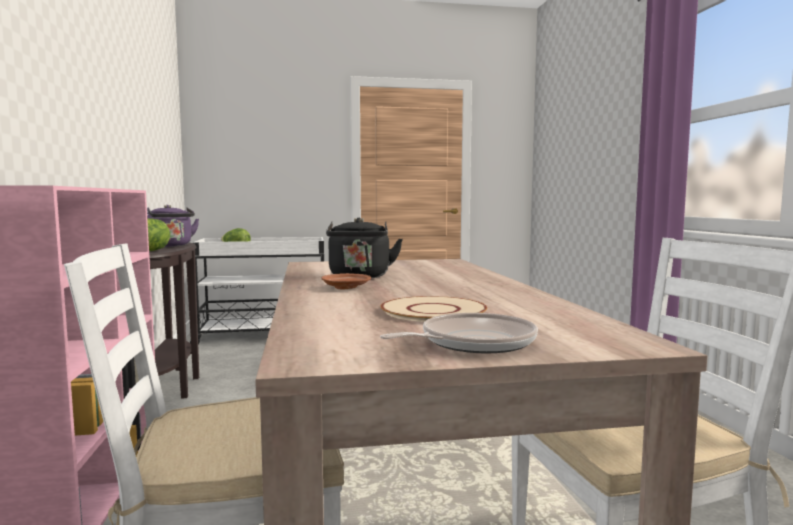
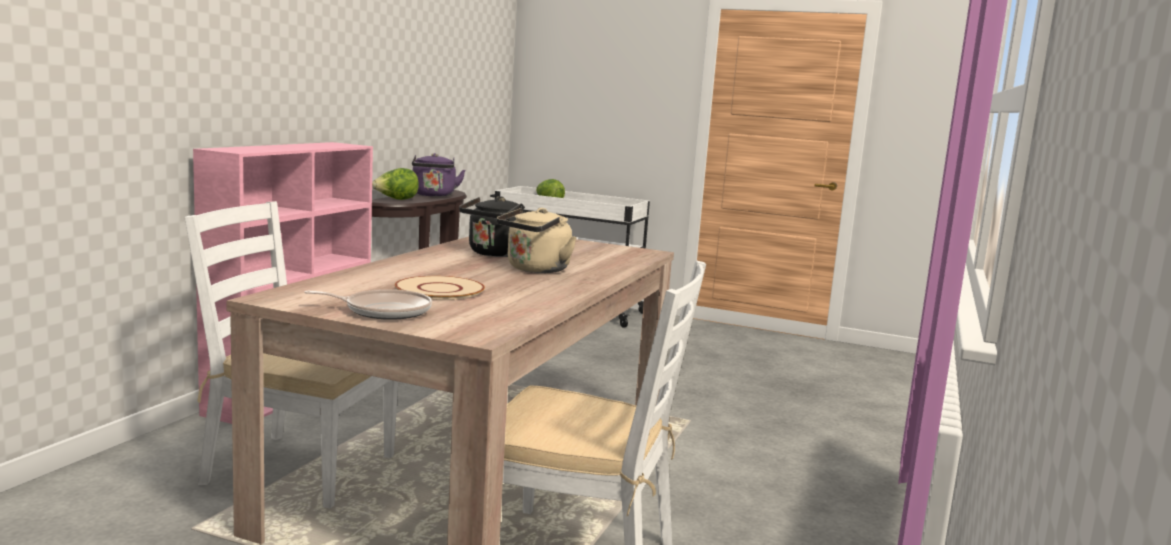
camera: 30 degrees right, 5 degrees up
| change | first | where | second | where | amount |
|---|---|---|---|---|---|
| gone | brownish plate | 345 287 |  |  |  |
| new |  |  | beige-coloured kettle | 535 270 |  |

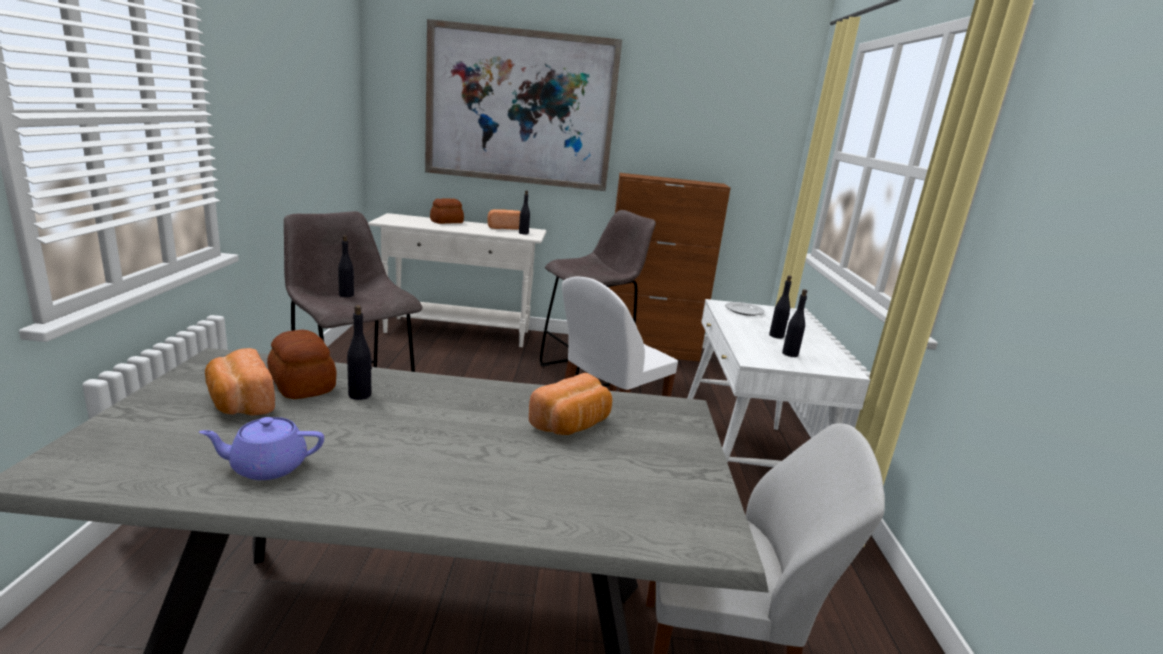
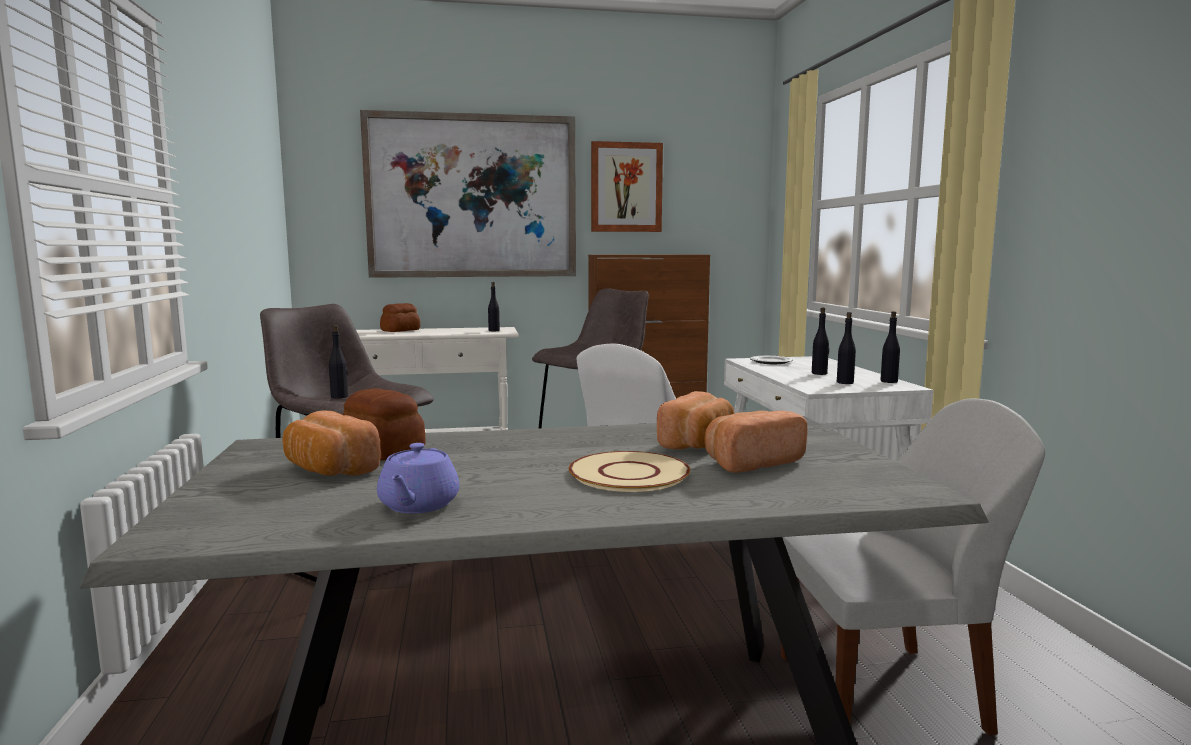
camera: 10 degrees left, 10 degrees down
| change | first | where | second | where | amount |
|---|---|---|---|---|---|
| new |  |  | beige-coloured plate | 629 473 |  |
| new |  |  | wall picture | 626 187 |  |
| shifted | black drink bottle | 360 395 |  | 889 381 |  |
| shifted | bakery bread | 504 227 |  | 750 462 |  |
| rotated | purplish tea pot | 267 467 |  | 418 505 | 60 degrees counterclockwise |

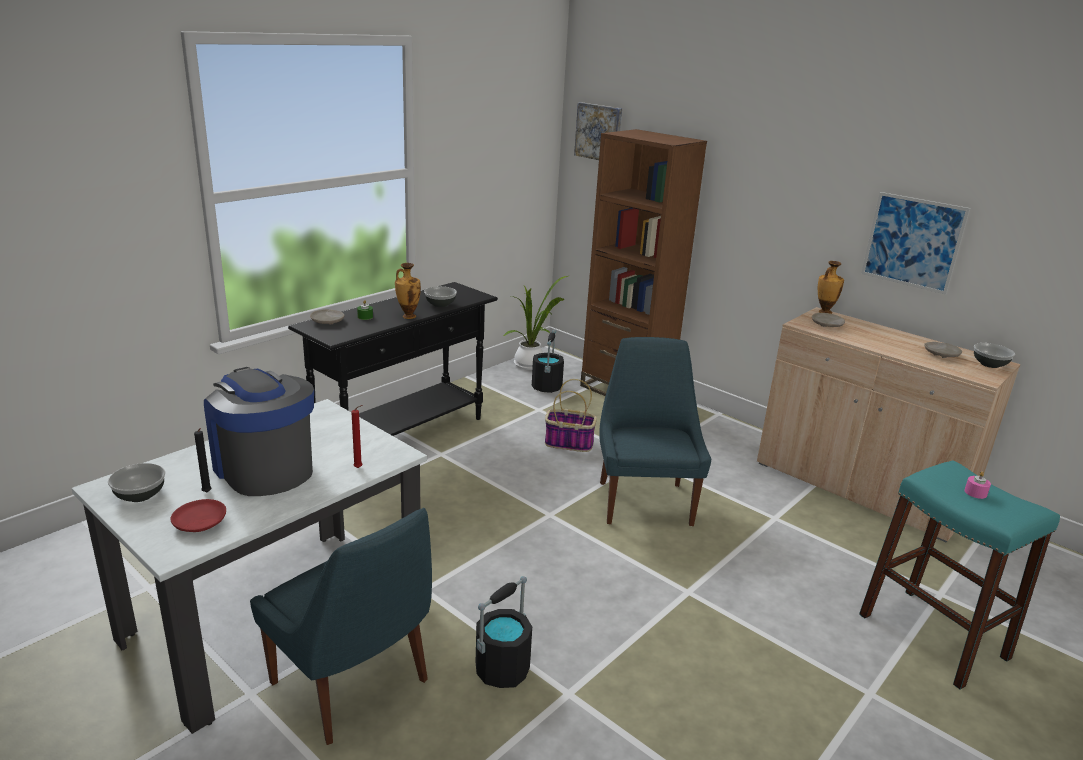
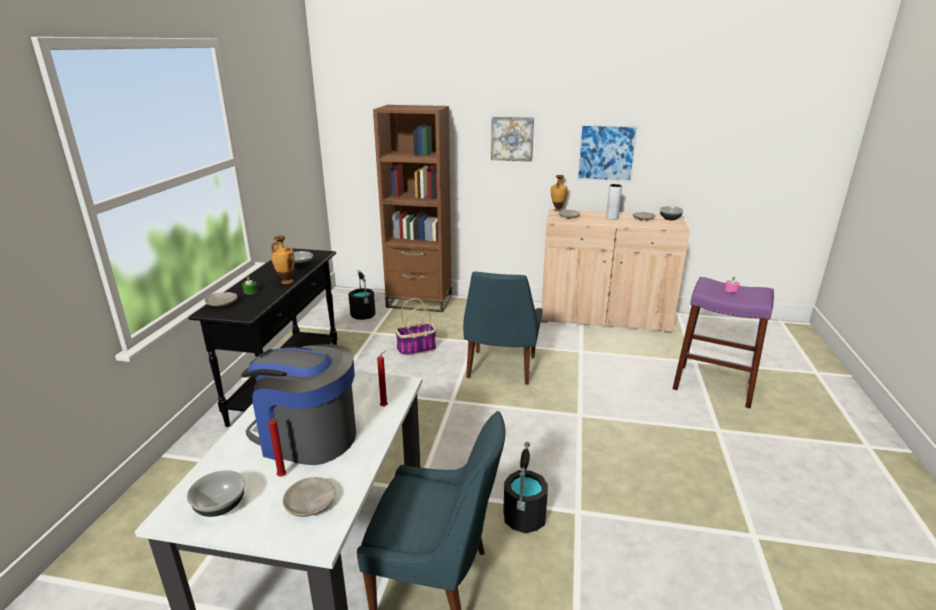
camera: 30 degrees left, 0 degrees up
| change | first | where | second | where | amount |
|---|---|---|---|---|---|
| gone | potted plant | 531 365 |  |  |  |
| new |  |  | grey decorative vase | 612 218 |  |
| shifted | wall picture | 599 132 |  | 512 138 |  |
| repainted | reddish plate | 199 523 | beige-coloured plate | 310 504 |  |
| repainted | black wax candle | 207 493 | reddish wax candle | 283 476 |  |
| repainted | turquoise stool | 933 636 | purplish stool | 713 385 |  |
| rotated | bluish upright chair | 644 501 |  | 500 369 | 135 degrees counterclockwise |

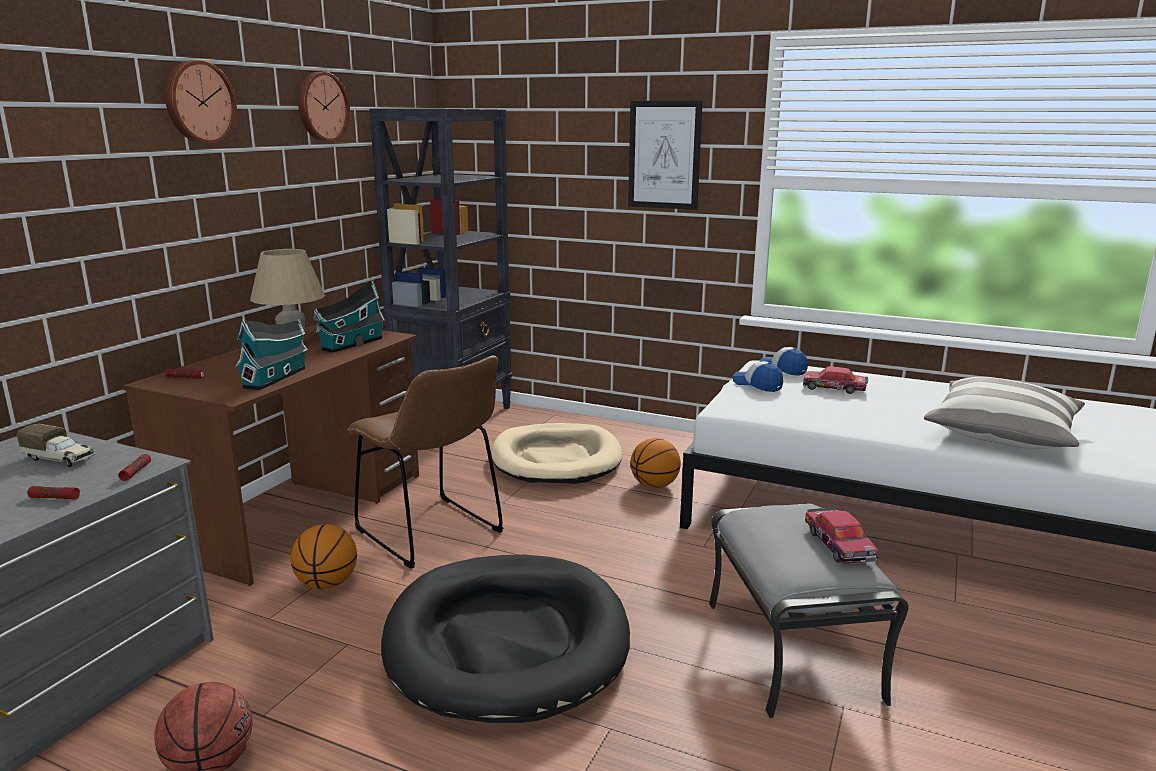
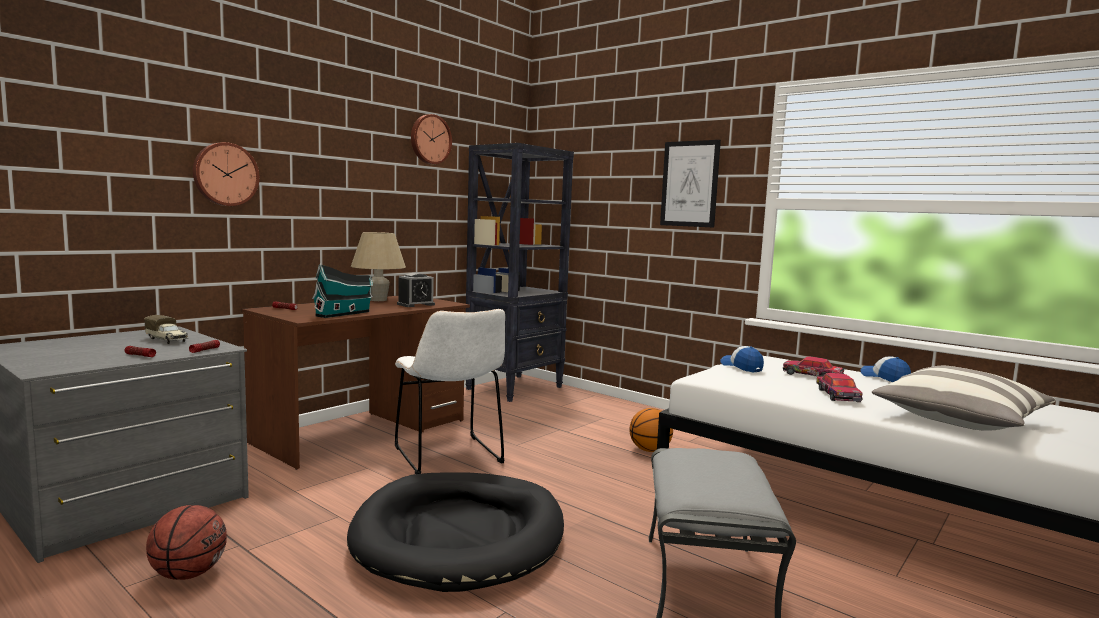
camera: 15 degrees right, 10 degrees down
| change | first | where | second | where | amount |
|---|---|---|---|---|---|
| gone | basketball ball | 327 584 |  |  |  |
| gone | beige-coloured pet bed | 556 459 |  |  |  |
| shifted | clock on the wall | 198 102 |  | 225 174 |  |
| shifted | cap | 783 369 |  | 885 378 |  |
| shifted | model car | 839 544 |  | 838 395 |  |
| swapped | miniature house | 350 344 | bedside clock | 416 304 |  |
| repainted | brownish upright chair | 433 534 | white upright chair | 449 457 |  |

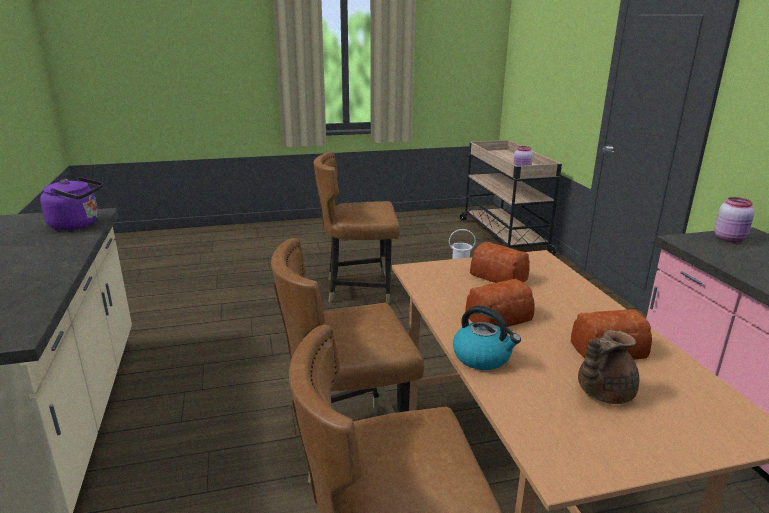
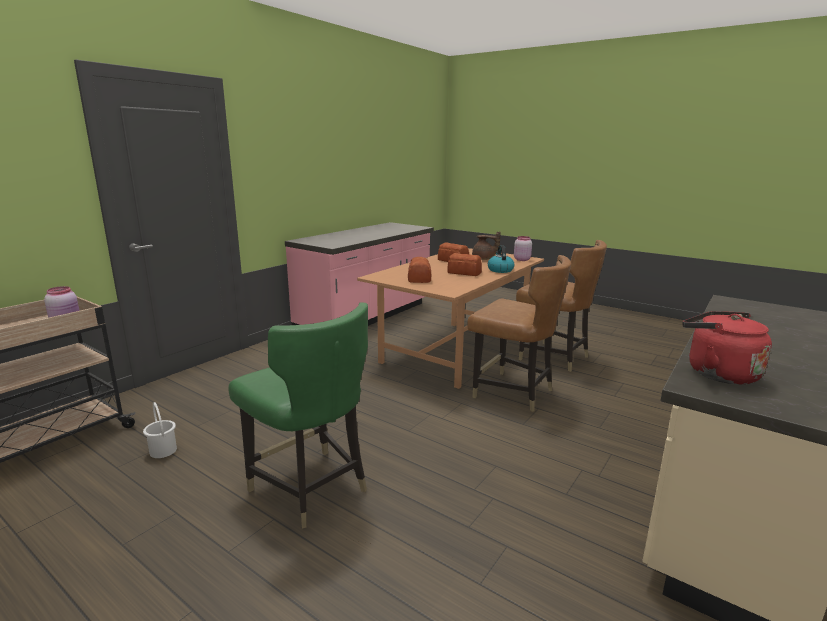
camera: 130 degrees left, 5 degrees down
| change | first | where | second | where | amount |
|---|---|---|---|---|---|
| shifted | pink storage jar | 730 239 |  | 521 259 |  |
| repainted | purplish kettle | 78 224 | reddish kettle | 717 373 |  |
| repainted | brownish upright chair | 358 289 | greenish upright chair | 310 488 |  |

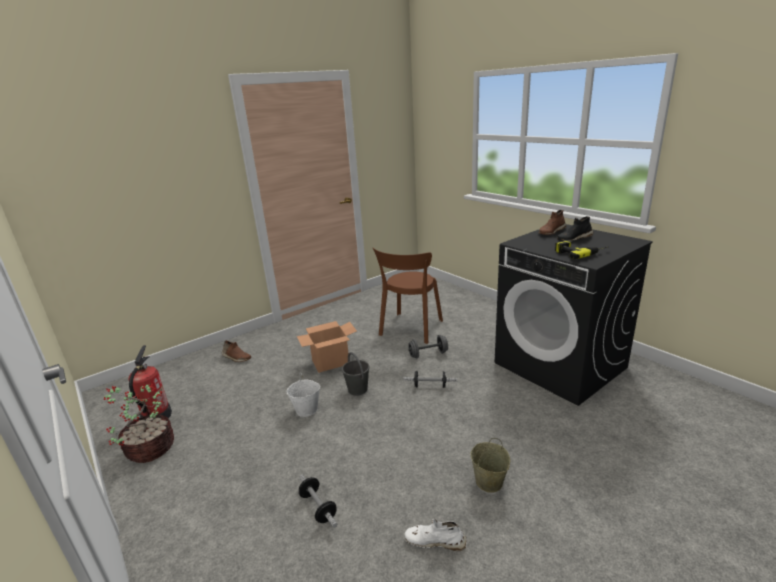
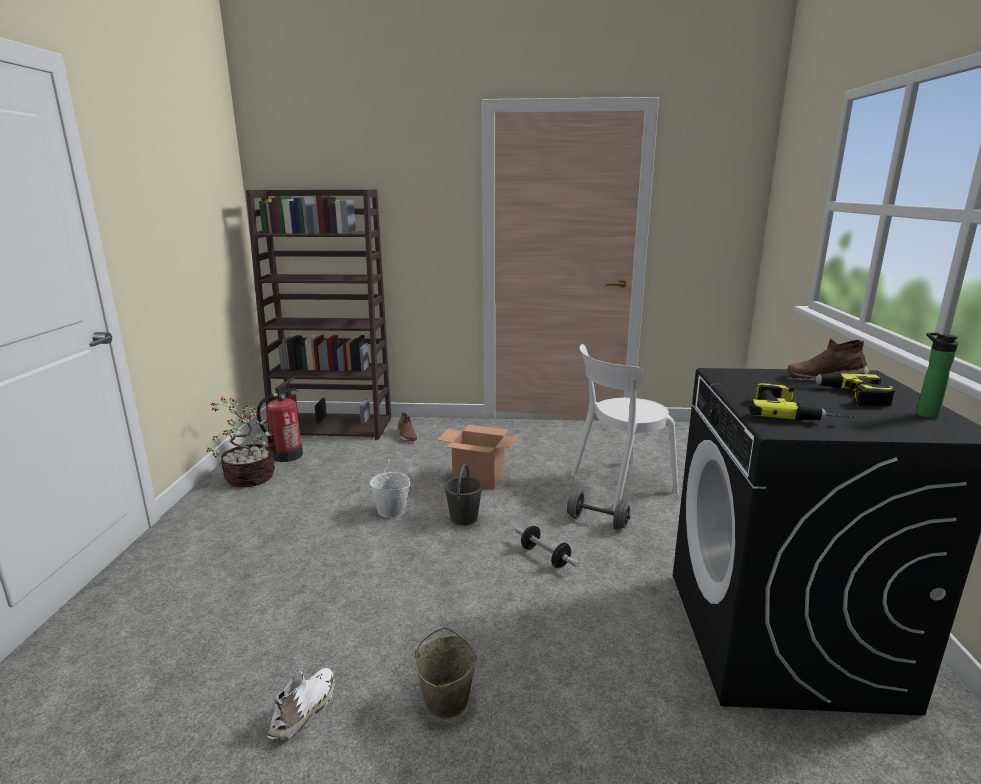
camera: 40 degrees right, 5 degrees down
| change | first | where | second | where | amount |
|---|---|---|---|---|---|
| gone | free weight | 318 507 |  |  |  |
| new |  |  | brownish bookshelf | 334 426 |  |
| new |  |  | drink bottle | 924 413 |  |
| swapped | black low shoe | 573 238 | drill | 840 395 |  |
| repainted | brownish upright chair | 410 329 | white upright chair | 618 484 |  |
| rotated | white low shoe | 435 540 |  | 305 710 | 60 degrees clockwise |

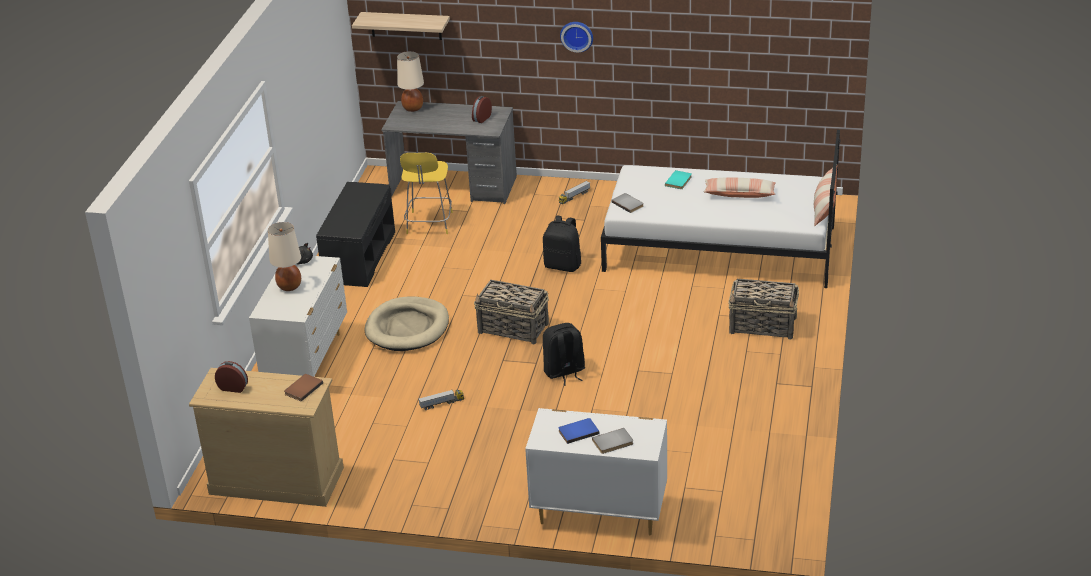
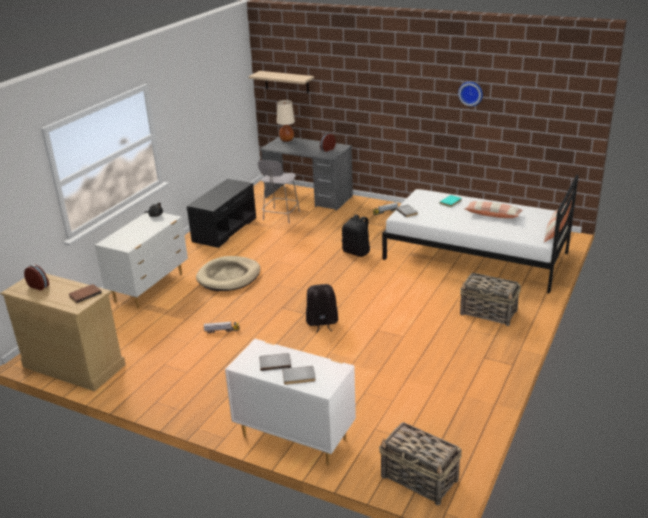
camera: 15 degrees right, 5 degrees down
| change | first | where | second | where | amount |
|---|---|---|---|---|---|
| gone | beige-coloured lamp for a table | 289 287 |  |  |  |
| shifted | basket | 514 328 |  | 420 479 |  |
| shifted | clock on the wall | 577 35 |  | 471 93 |  |
| repainted | yellow upright chair | 429 224 | grey upright chair | 280 216 |  |
| repainted | bluish bound book | 578 431 | grey bound book | 275 362 |  |

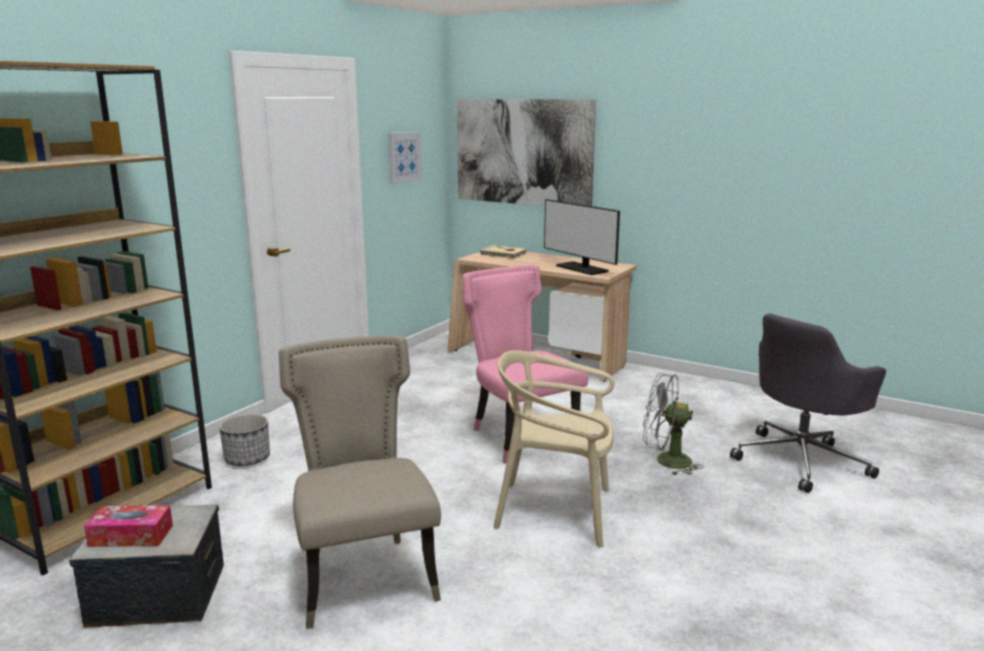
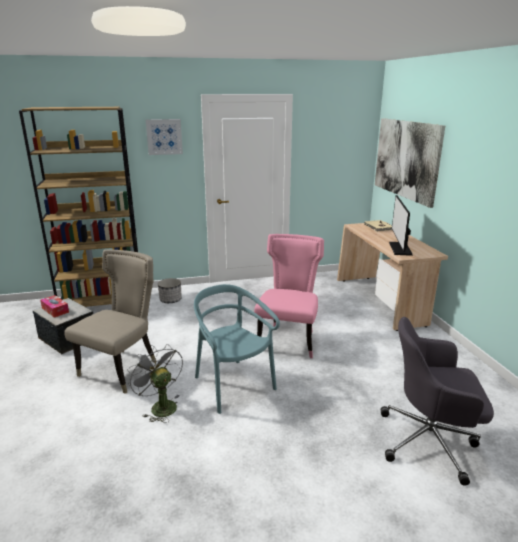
camera: 45 degrees right, 5 degrees up
| change | first | where | second | where | amount |
|---|---|---|---|---|---|
| shifted | wall picture | 404 157 |  | 164 137 |  |
| shifted | grey fan | 665 462 |  | 160 406 |  |
| repainted | beige-coloured upright chair | 555 511 | turquoise upright chair | 233 385 |  |

